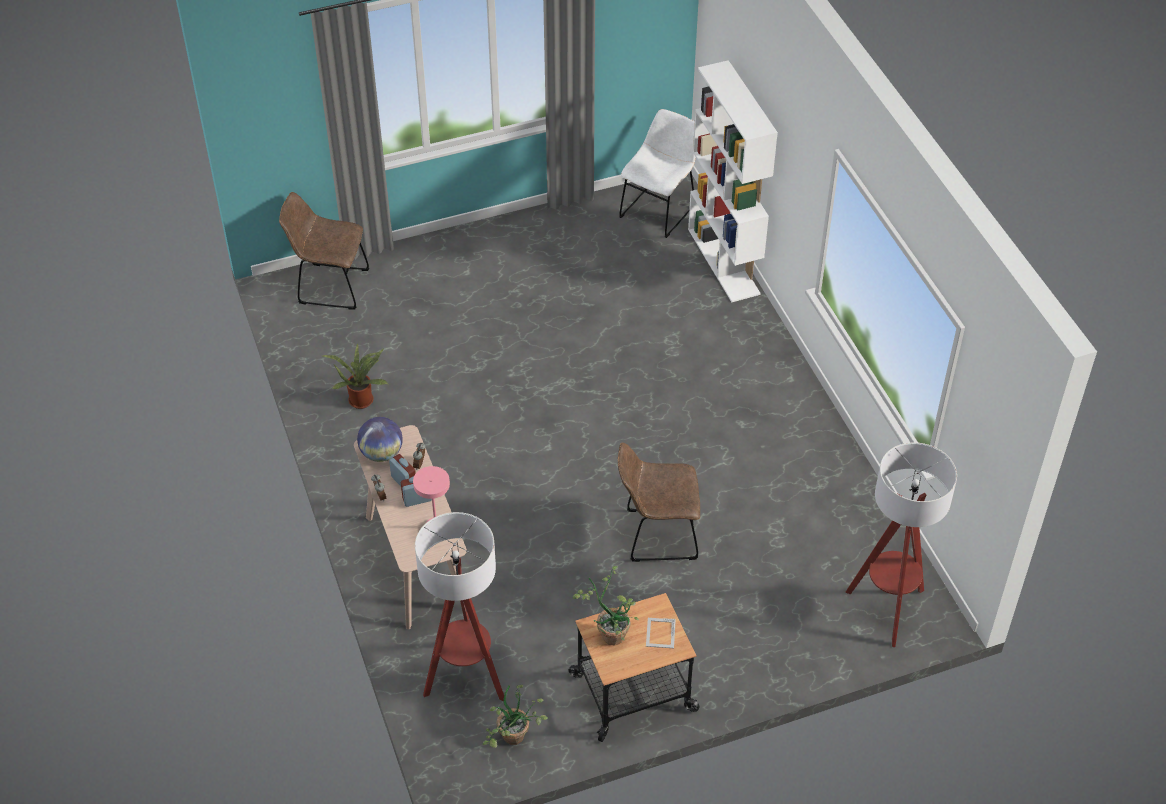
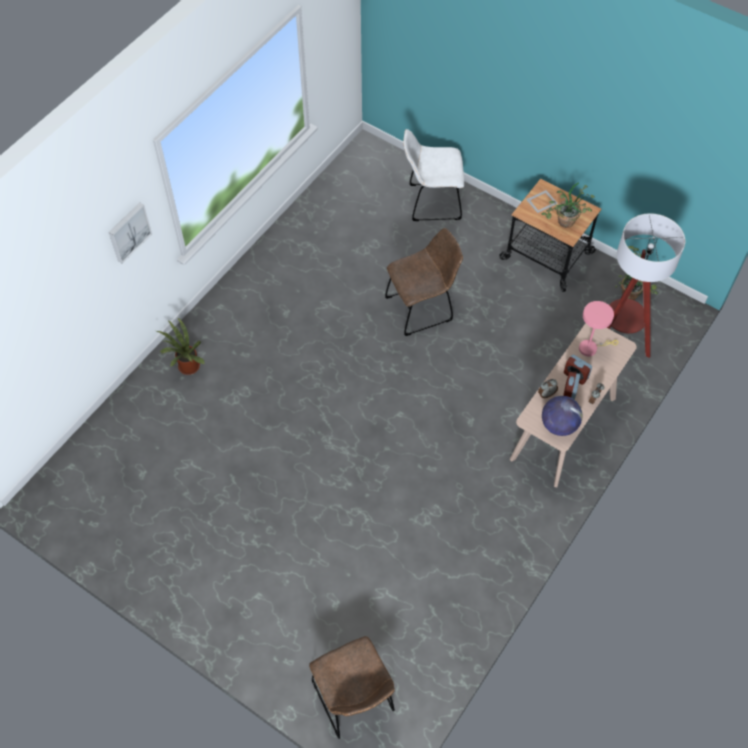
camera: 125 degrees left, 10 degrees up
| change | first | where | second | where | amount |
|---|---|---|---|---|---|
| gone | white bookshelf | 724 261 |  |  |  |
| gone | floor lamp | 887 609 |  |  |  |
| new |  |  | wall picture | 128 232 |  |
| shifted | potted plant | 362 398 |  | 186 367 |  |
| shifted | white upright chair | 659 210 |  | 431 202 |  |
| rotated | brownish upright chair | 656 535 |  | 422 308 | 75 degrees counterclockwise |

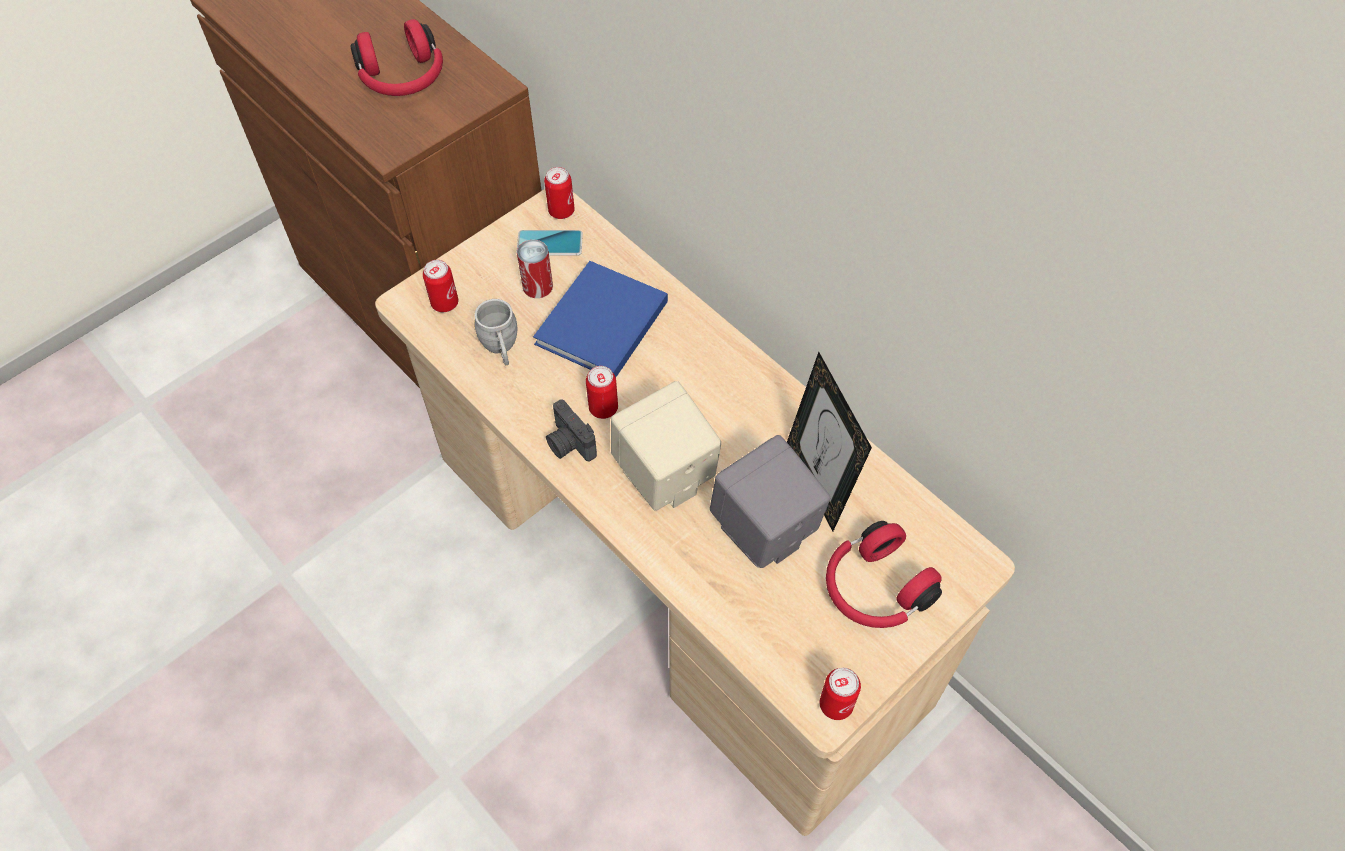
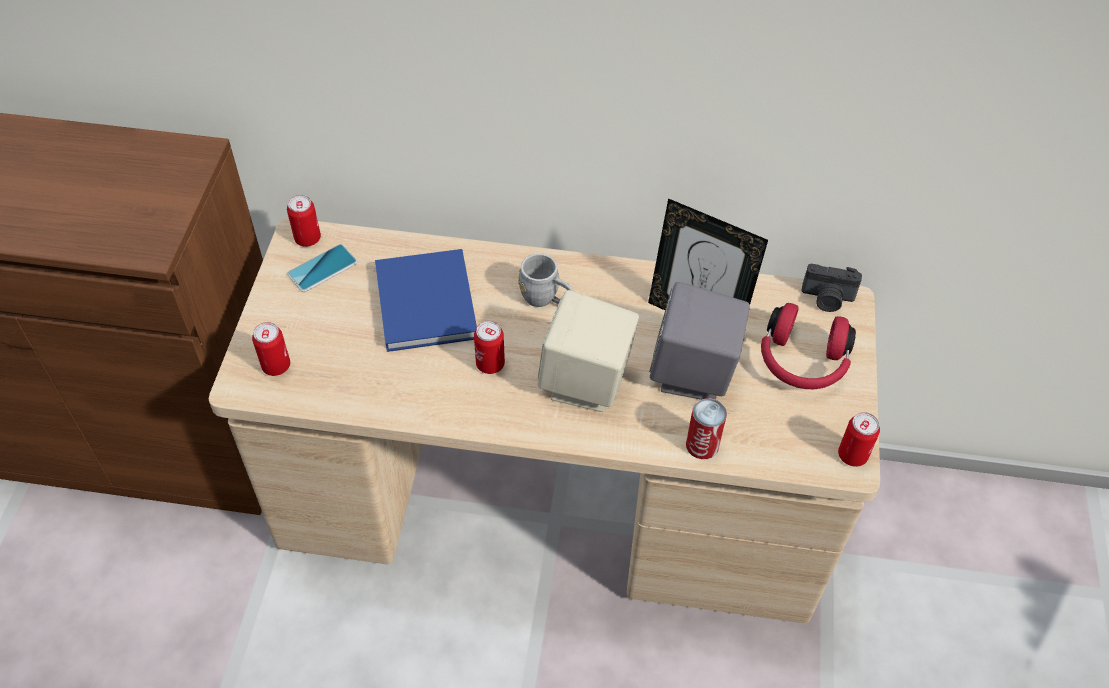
camera: 40 degrees left, 5 degrees down
| change | first | where | second | where | amount |
|---|---|---|---|---|---|
| gone | reddish headset | 403 78 |  |  |  |
| shifted | grey tea mug | 501 348 |  | 546 299 |  |
| shifted | can | 537 286 |  | 702 445 |  |
| shifted | photo camera | 569 444 |  | 827 299 |  |

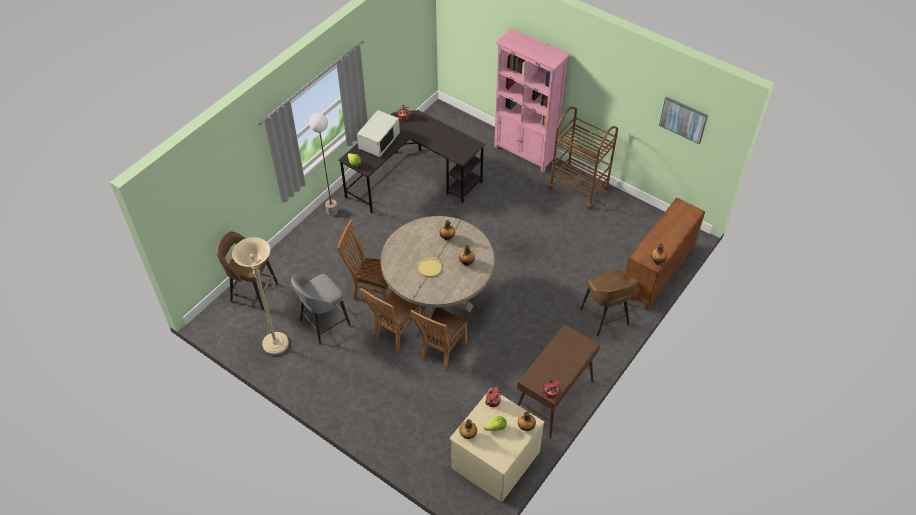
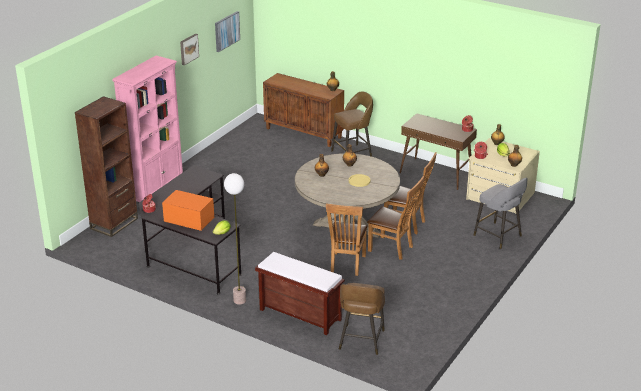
camera: 95 degrees left, 20 degrees down
| change | first | where | second | where | amount |
|---|---|---|---|---|---|
| gone | beige-coloured floor lamp | 275 344 |  |  |  |
| gone | brownish wheeled cart | 579 187 |  |  |  |
| new |  |  | brownish bookshelf | 114 223 |  |
| new |  |  | wall picture | 188 49 |  |
| new |  |  | brownish indoor bench | 299 314 |  |
| shifted | grey stool | 323 323 |  | 498 236 |  |
| repainted | white kitchen microwave | 379 142 | orange-coloured kitchen microwave | 189 221 |  |

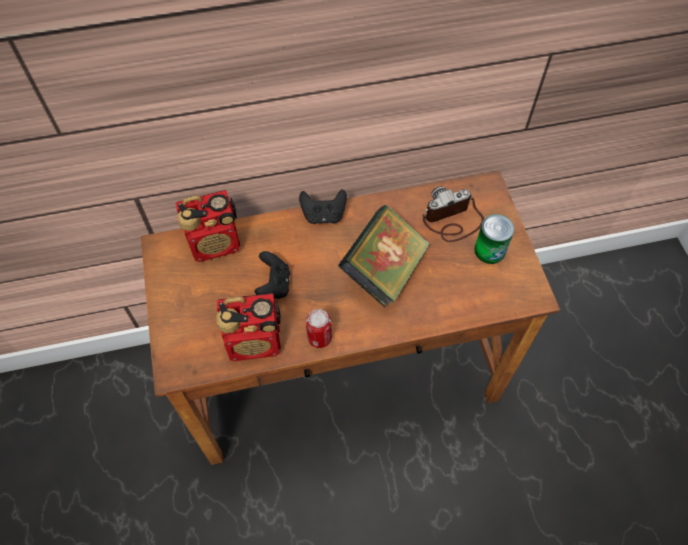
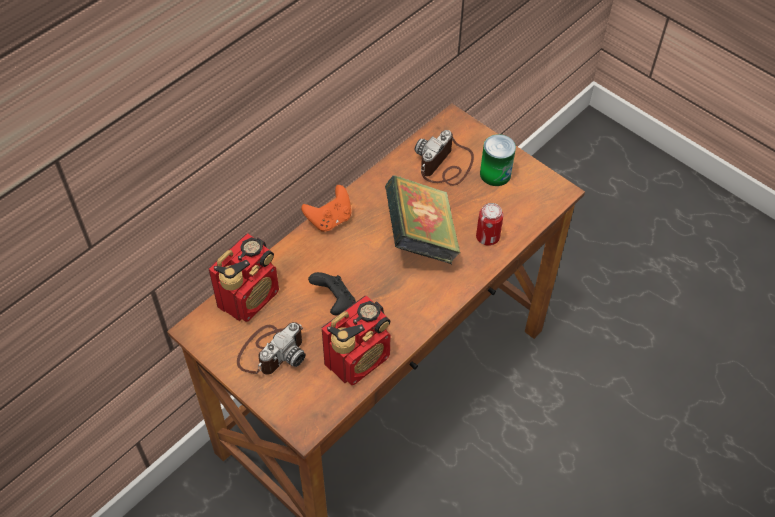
camera: 35 degrees left, 5 degrees down
| change | first | where | second | where | amount |
|---|---|---|---|---|---|
| new |  |  | photo camera | 271 351 |  |
| shifted | can | 319 338 |  | 487 237 |  |
| repainted | black game controller | 323 215 | orange-coloured game controller | 329 219 |  |

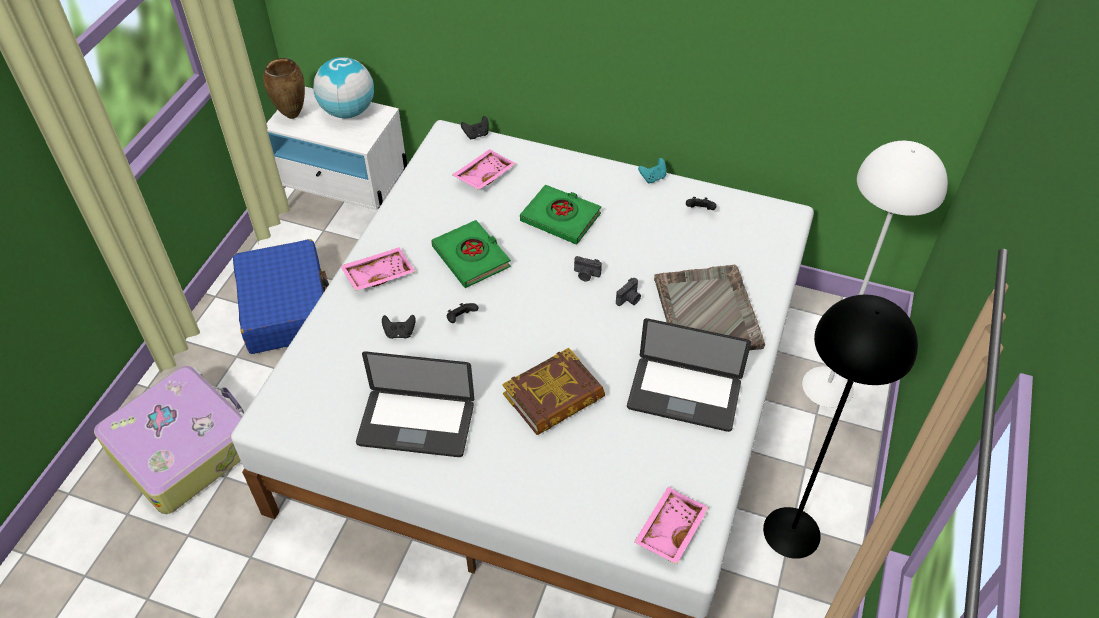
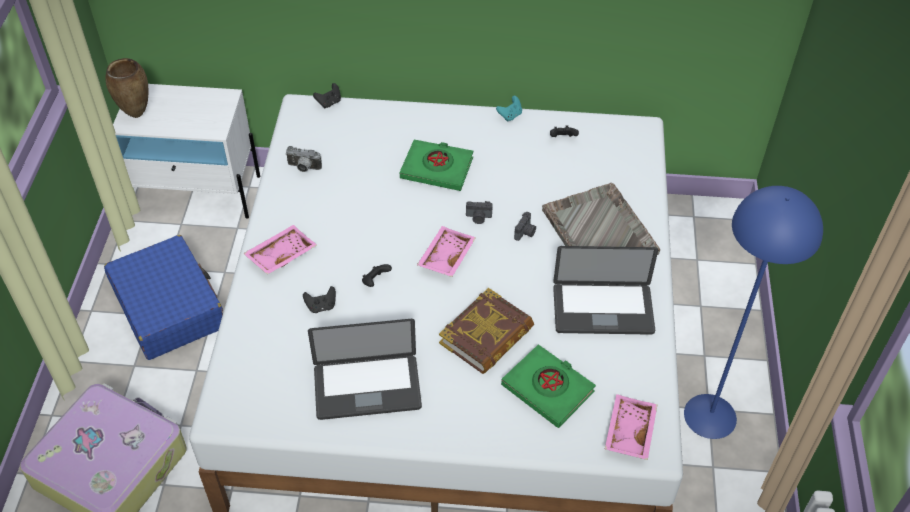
camera: 15 degrees left, 0 degrees up
| change | first | where | second | where | amount |
|---|---|---|---|---|---|
| gone | world globe | 348 111 |  |  |  |
| gone | white floor lamp | 828 387 |  |  |  |
| new |  |  | photo camera | 303 168 |  |
| shifted | greenish bound book | 471 257 |  | 548 389 |  |
| shifted | pink tray | 483 175 |  | 445 256 |  |
| repainted | black floor lamp | 792 532 | bluish floor lamp | 710 416 |  |

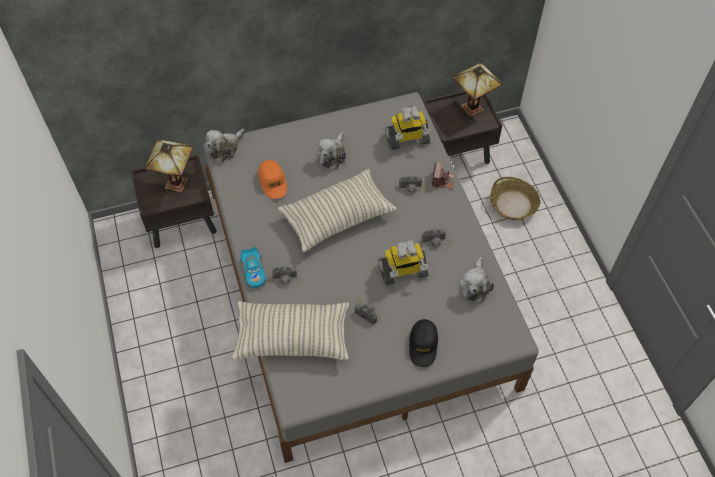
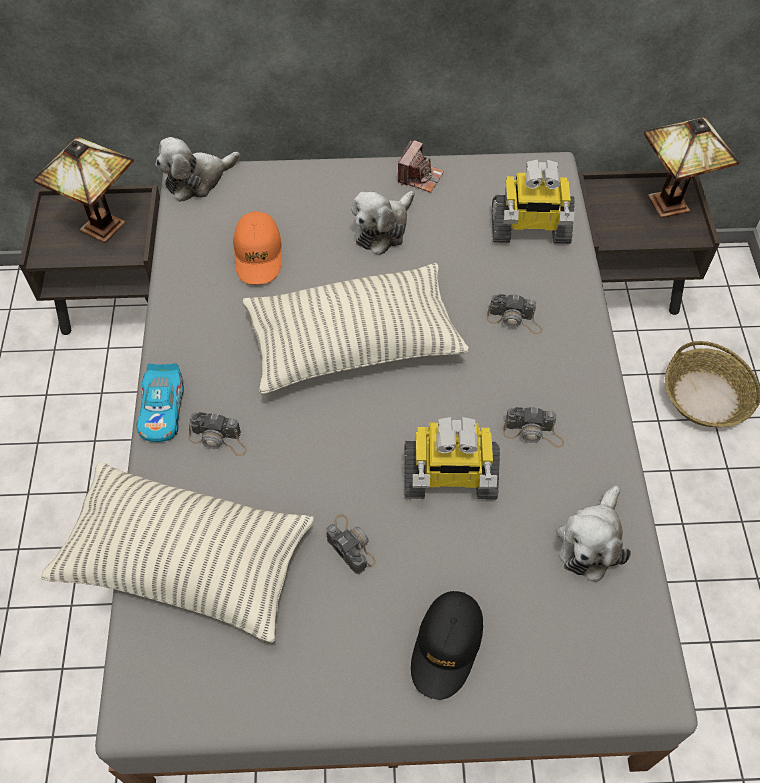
camera: 15 degrees right, 0 degrees up
| change | first | where | second | where | amount |
|---|---|---|---|---|---|
| shifted | photo camera | 442 180 |  | 420 177 |  |

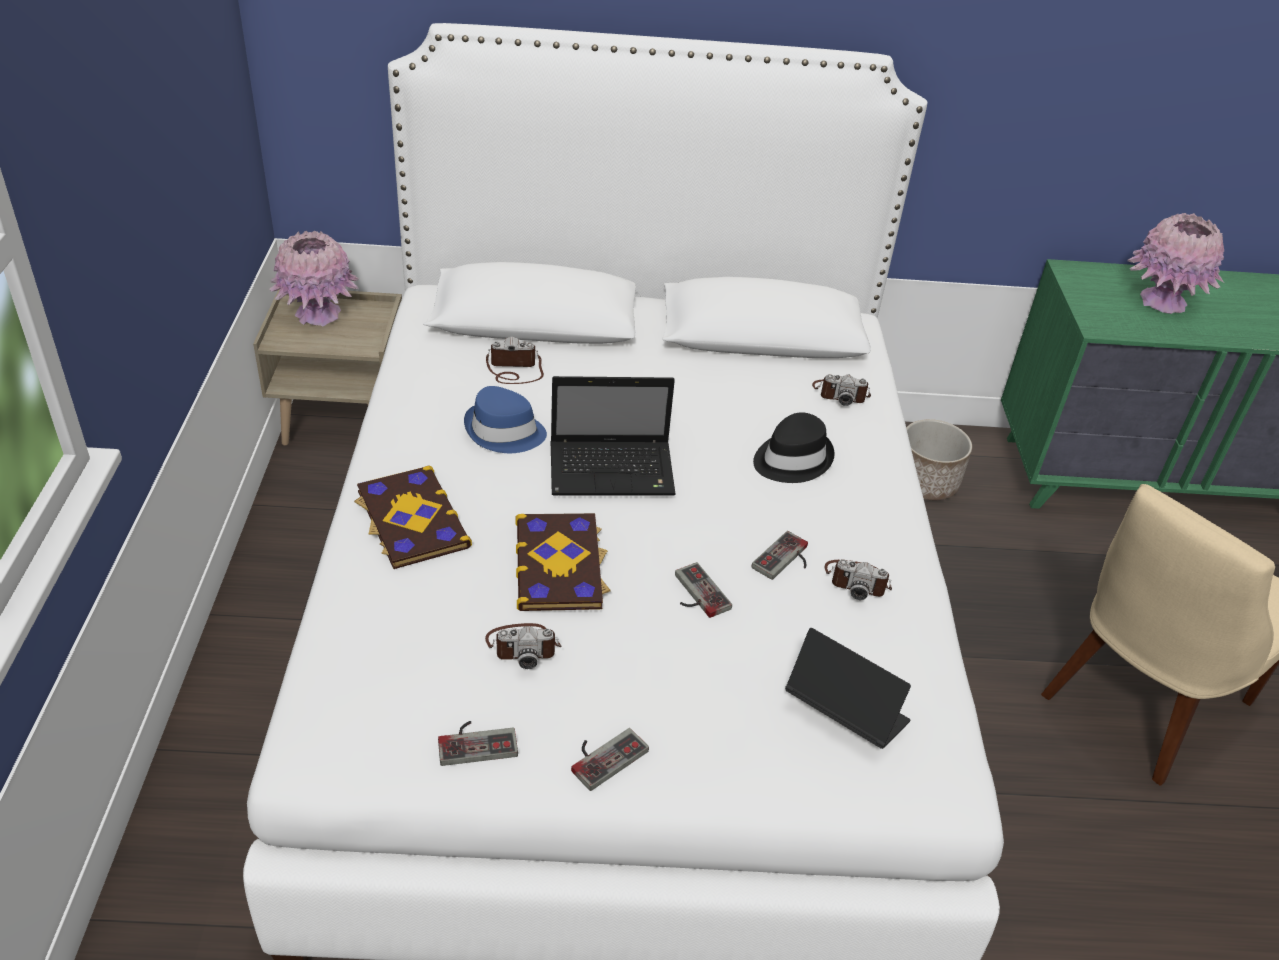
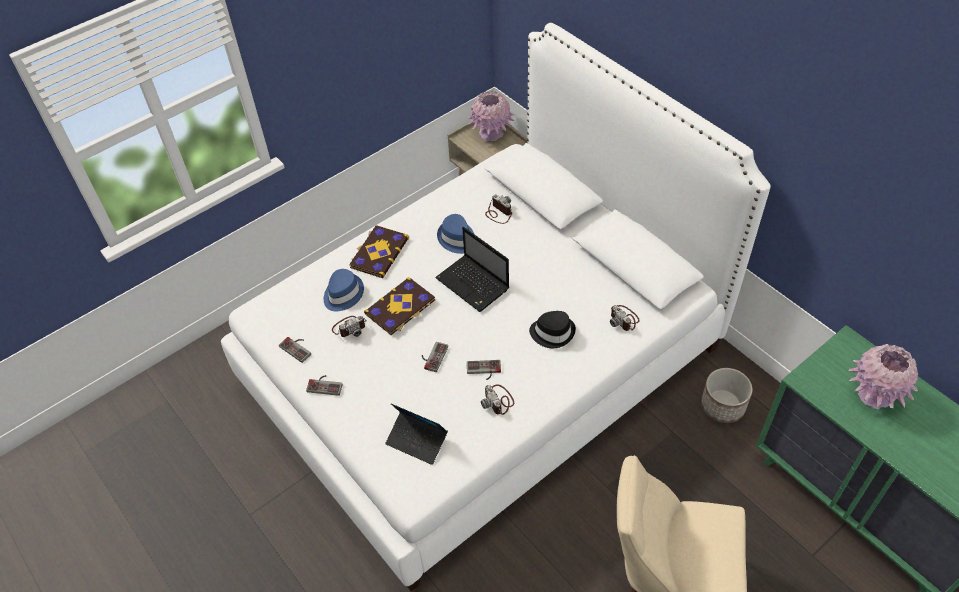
camera: 55 degrees right, 10 degrees up
| change | first | where | second | where | amount |
|---|---|---|---|---|---|
| new |  |  | bluish clothing hat | 342 294 |  |
| rotated | photo camera | 523 646 |  | 349 327 | 75 degrees counterclockwise |
| rotated | portable computer | 845 713 |  | 417 441 | 120 degrees clockwise |

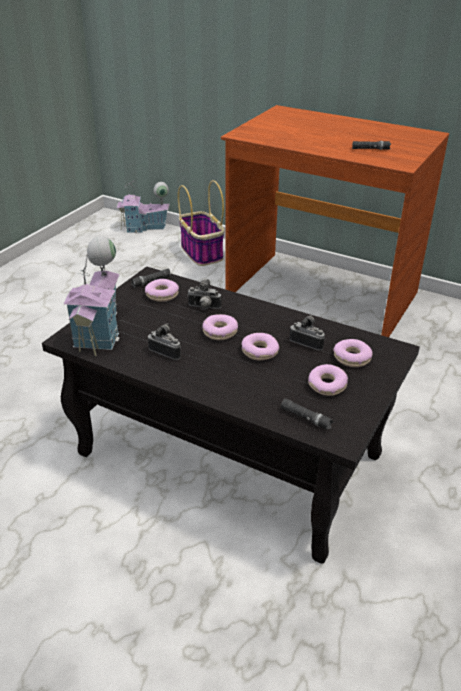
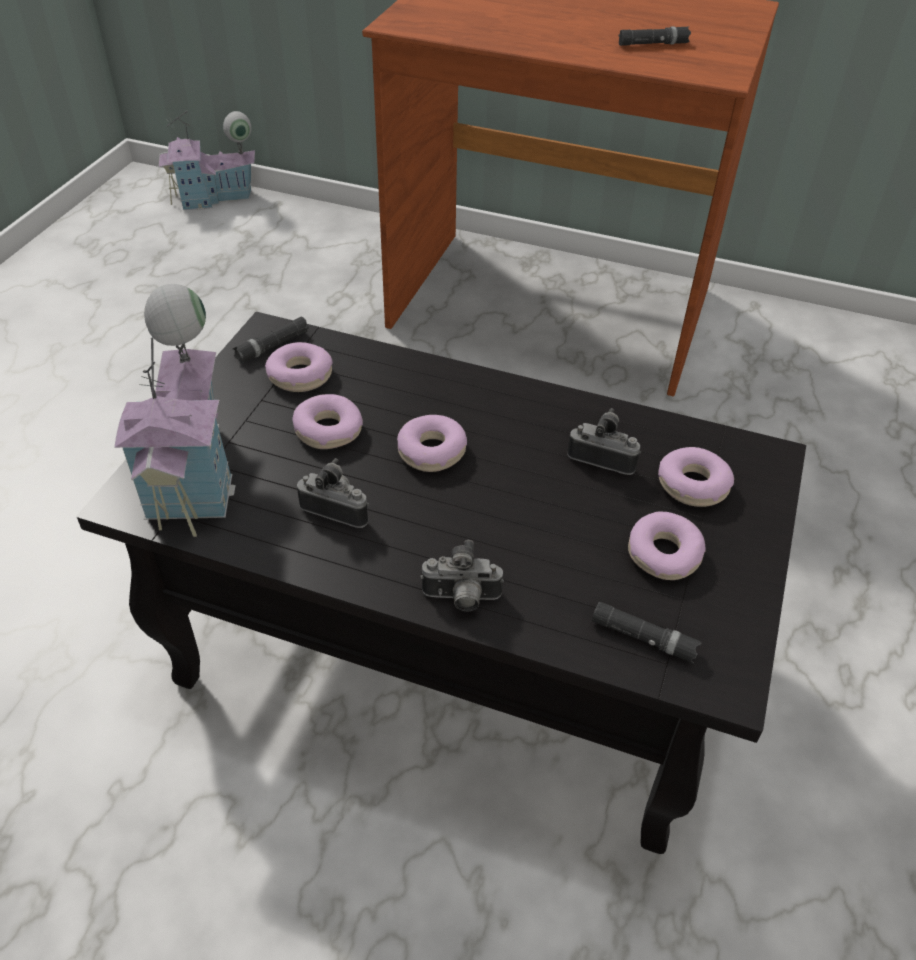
camera: 10 degrees left, 10 degrees up
| change | first | where | second | where | amount |
|---|---|---|---|---|---|
| gone | basket | 202 253 |  |  |  |
| shifted | photo camera | 204 308 |  | 461 599 |  |
| shifted | donut | 259 352 |  | 328 431 |  |

